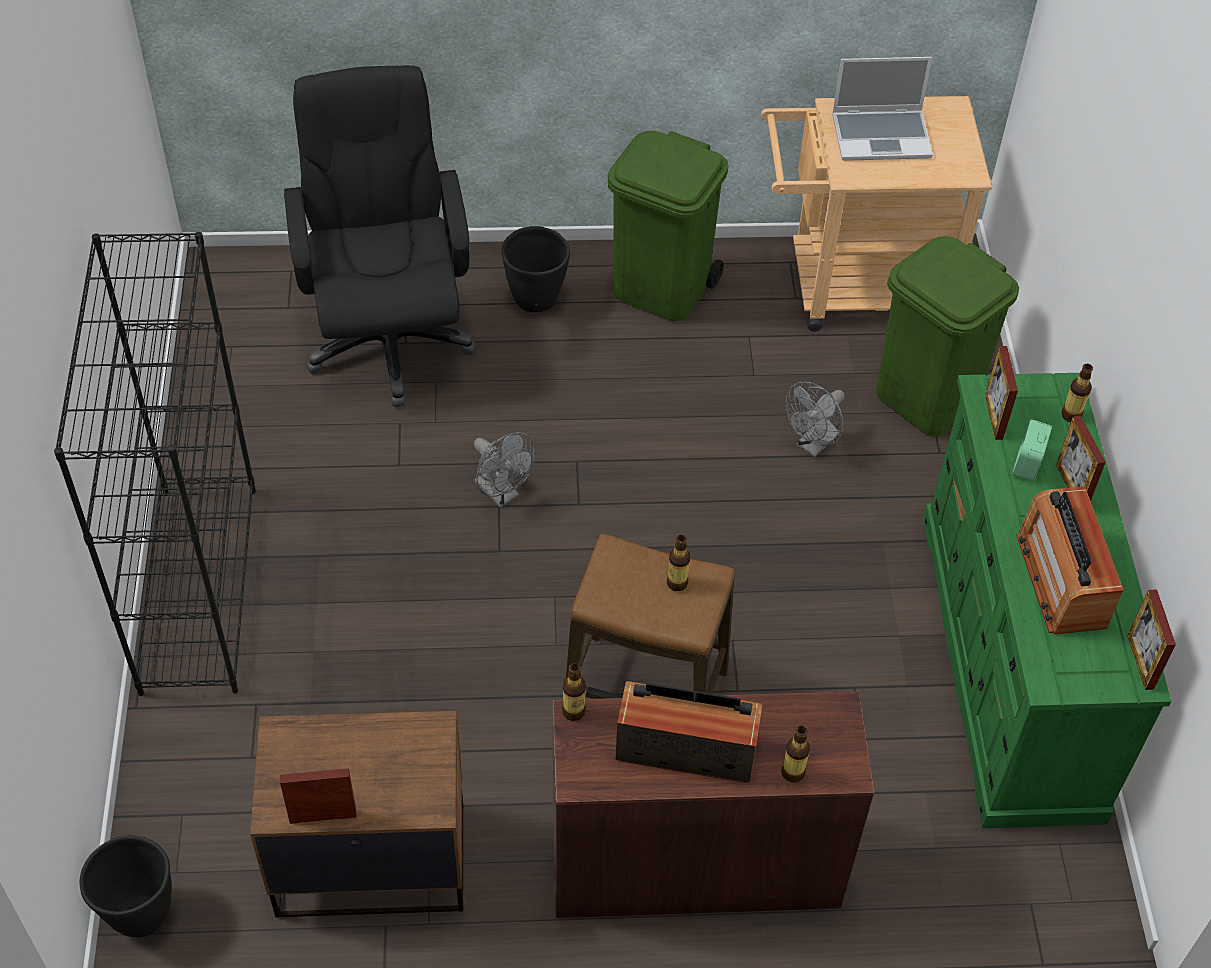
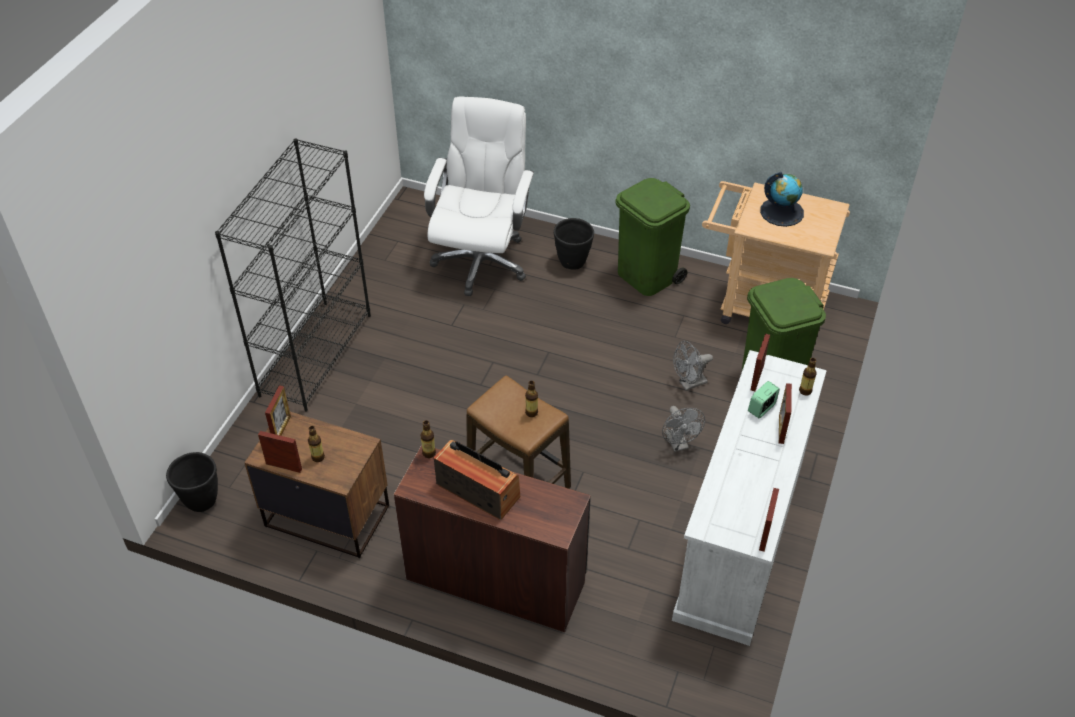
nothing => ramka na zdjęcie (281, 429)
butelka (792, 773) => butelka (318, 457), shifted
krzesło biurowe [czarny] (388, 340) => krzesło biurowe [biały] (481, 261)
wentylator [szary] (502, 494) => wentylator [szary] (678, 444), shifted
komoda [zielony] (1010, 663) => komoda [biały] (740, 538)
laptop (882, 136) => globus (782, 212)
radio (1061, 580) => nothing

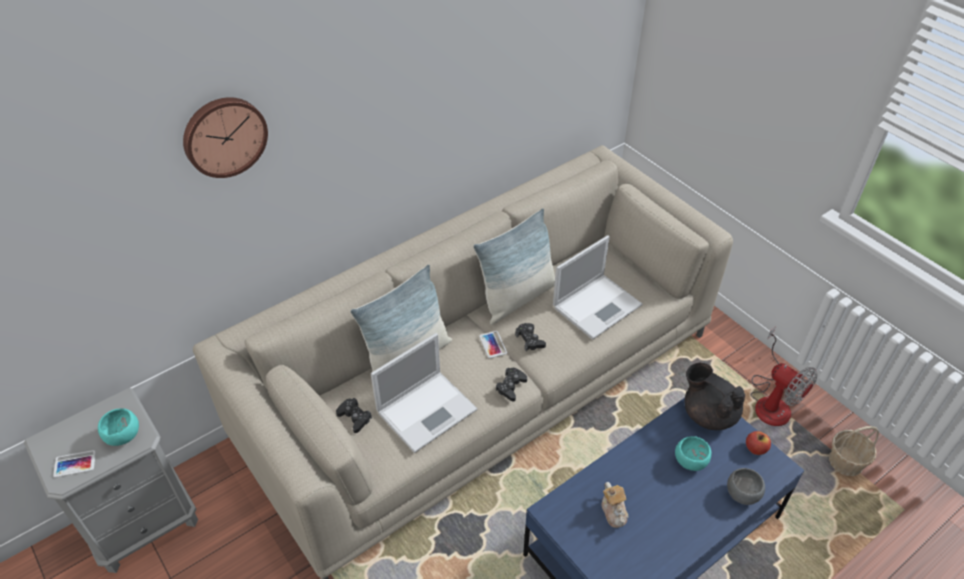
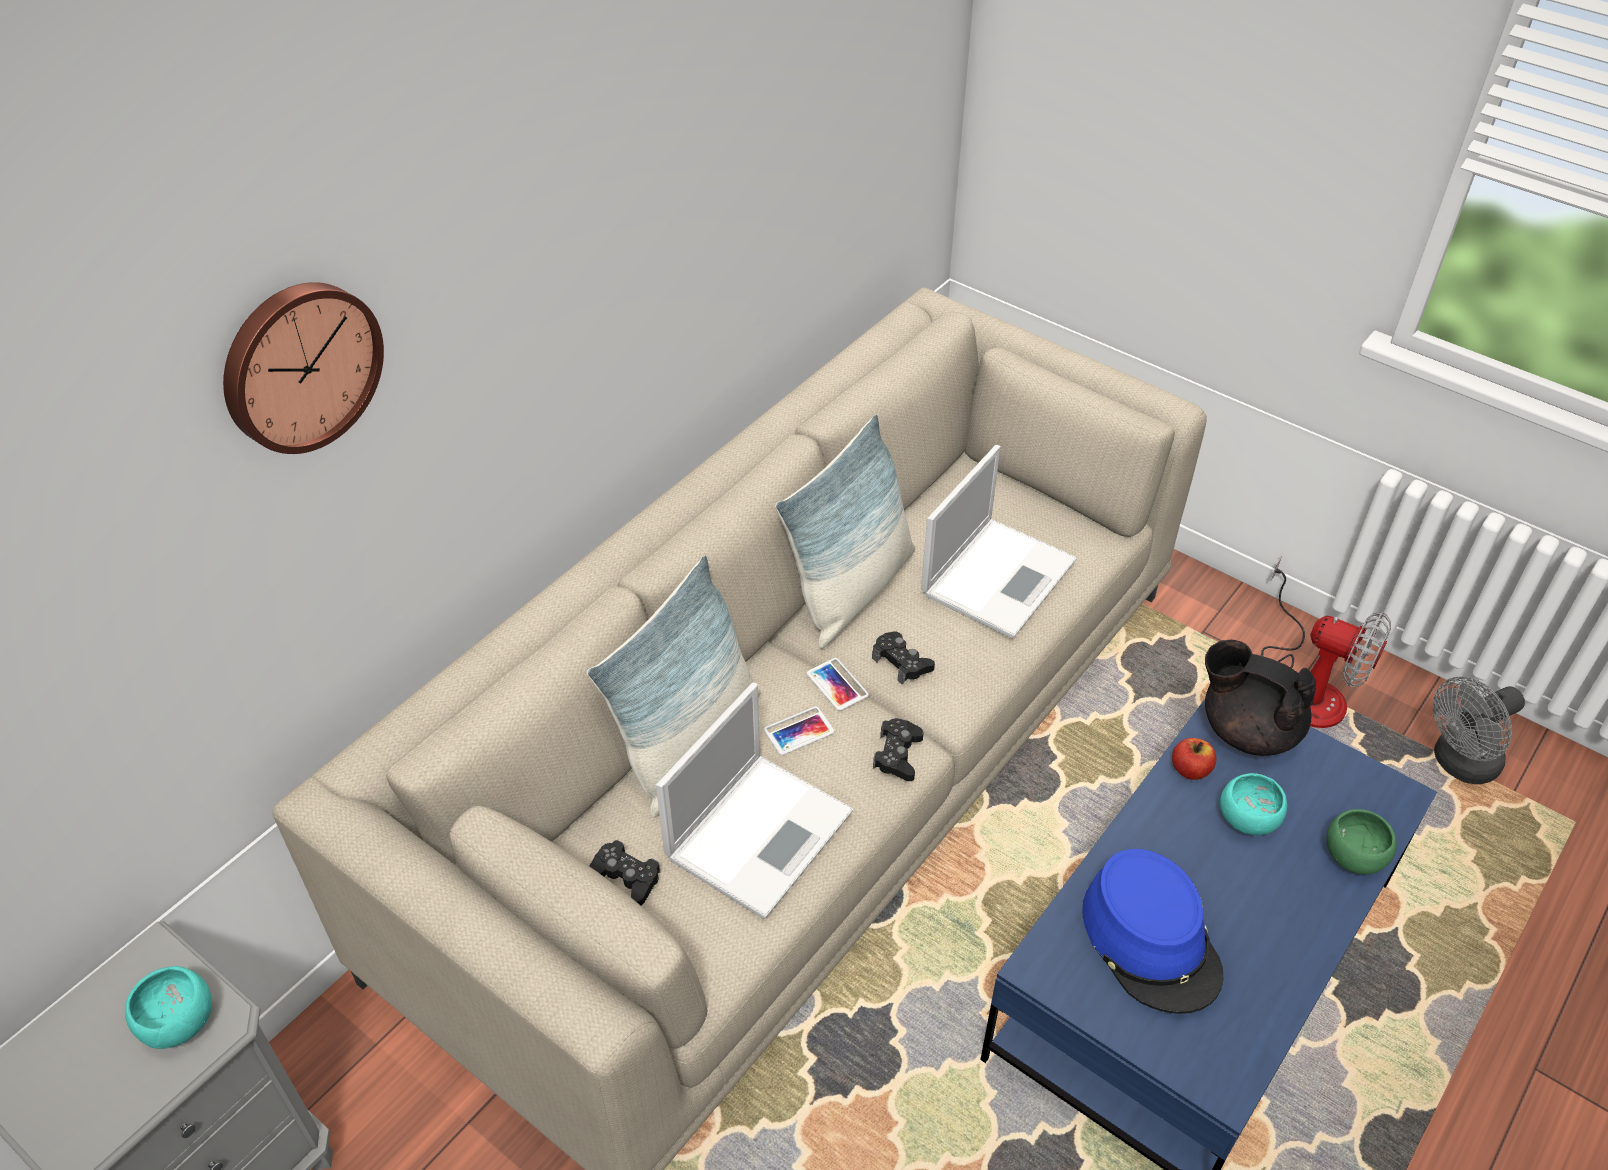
telefon (75, 464) => telefon (799, 731), shifted
imbryk (614, 511) => kapelusz [niebieski] (1151, 940)
jabłko (755, 448) => jabłko (1190, 770), shifted
miska [szary] (743, 493) => miska [zielony] (1354, 855)
koszyk (846, 462) => wentylator [szary] (1458, 764)

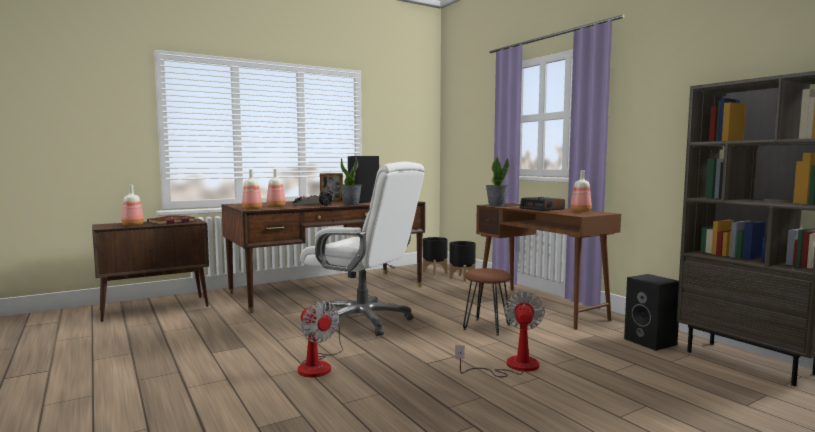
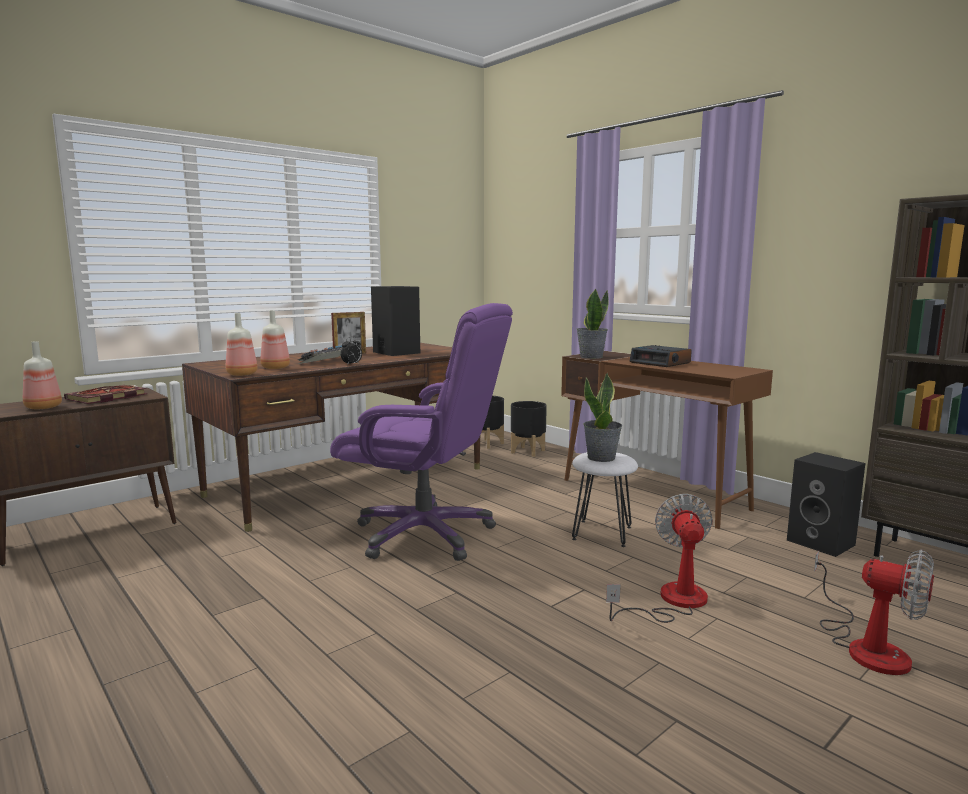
krzesło biurowe [biały] (363, 321) => krzesło biurowe [fioletowy] (425, 534)
stołek [brązowy] (486, 327) => stołek [biały] (601, 533)
roślina doniczkowa (351, 204) => roślina doniczkowa (601, 458), shifted
wentylator (319, 365) => wentylator (867, 646), shifted
butelka (580, 211) => nothing

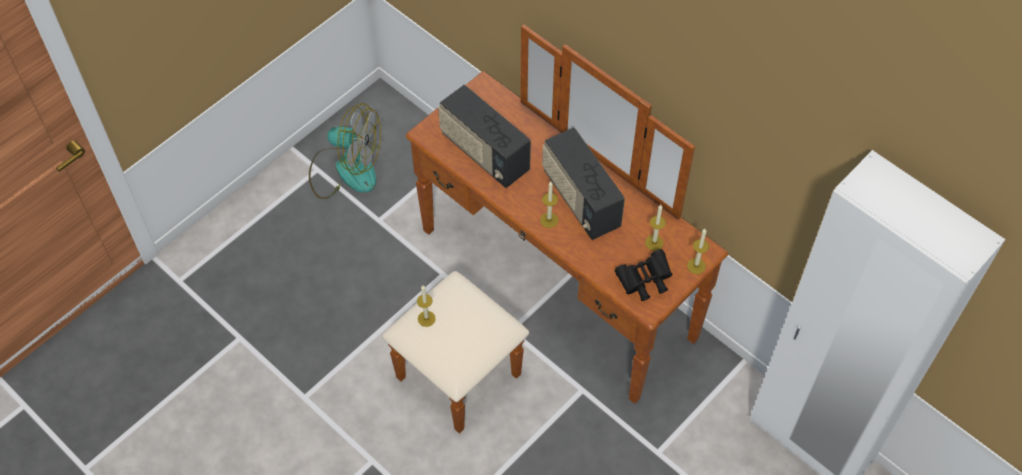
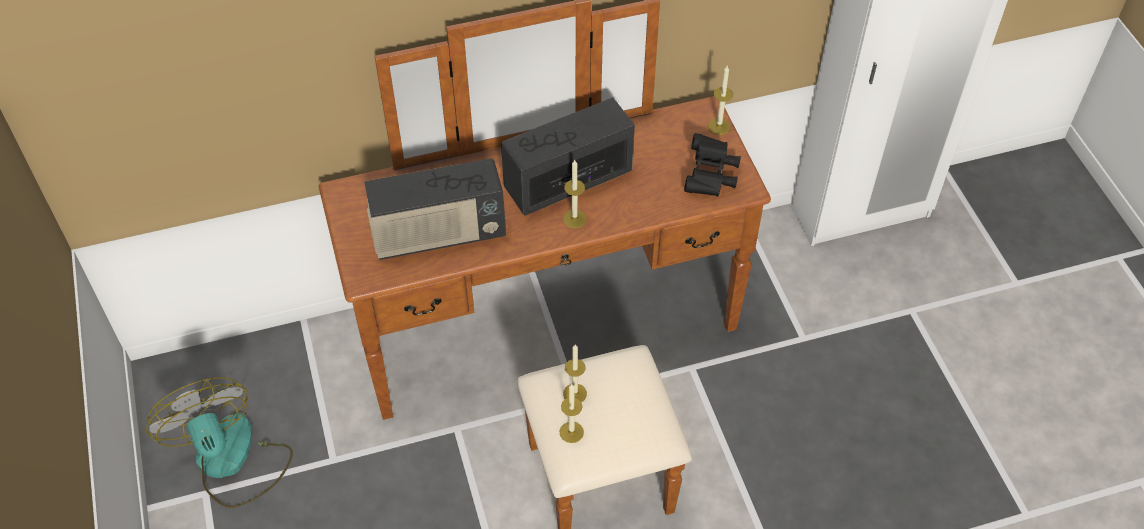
wentylator (345, 169) => wentylator (231, 461), 75 degrees counterclockwise
radio (580, 200) => radio (568, 180), 150 degrees clockwise
świeca (654, 242) => świeca (575, 393), shifted

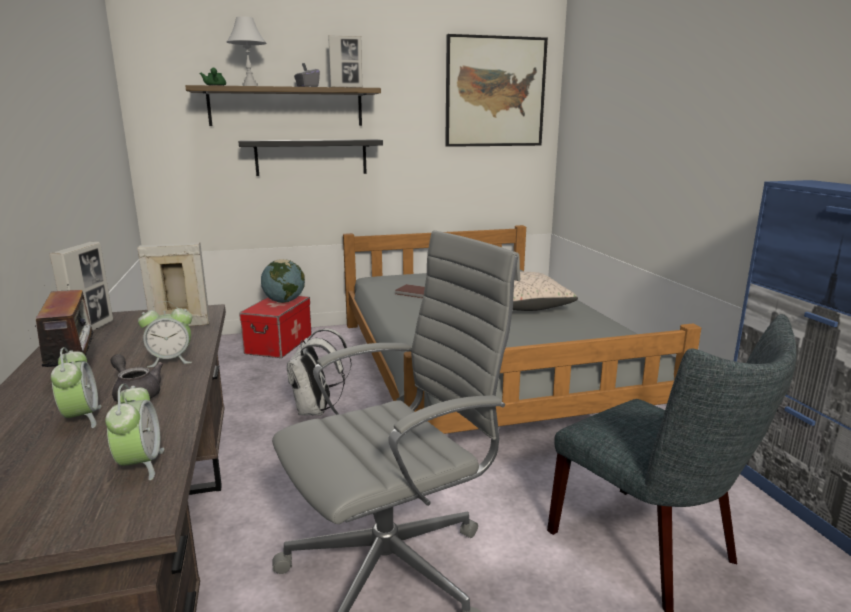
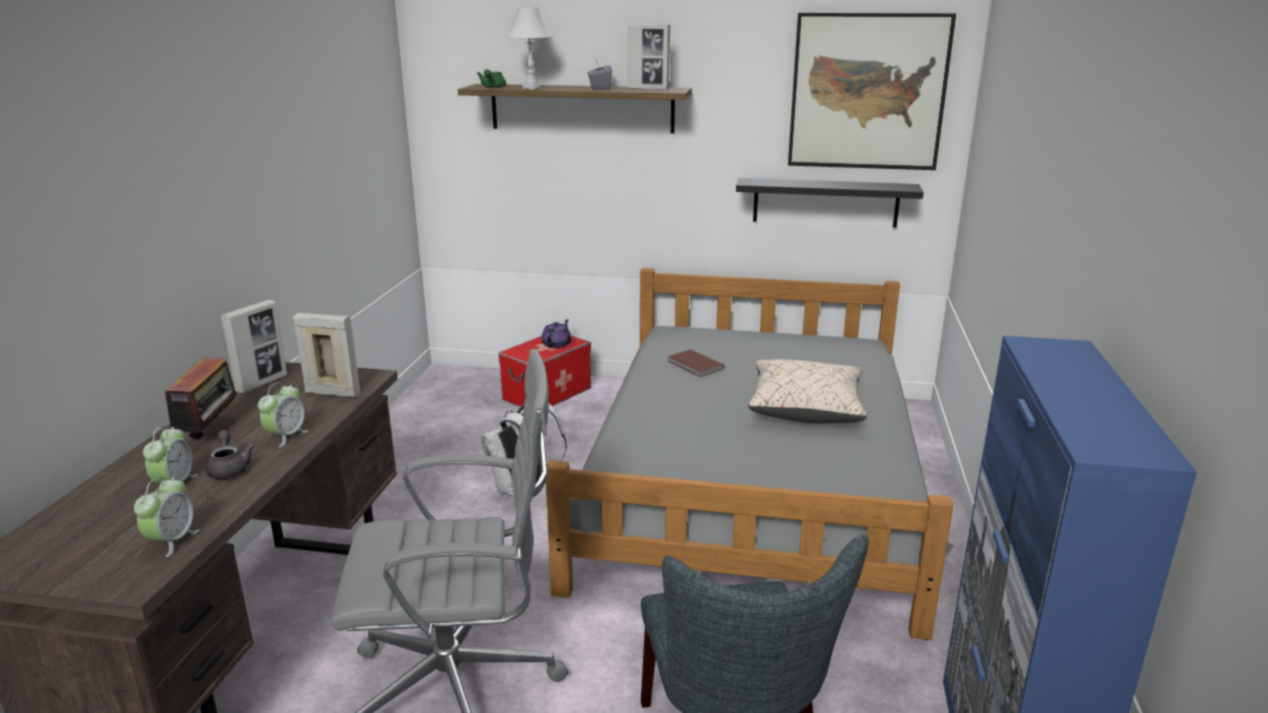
budzik (171, 360) => budzik (286, 436), 75 degrees counterclockwise
globus (284, 301) => imbryk [fioletowy] (557, 344)
półka [czarny] (311, 157) => półka [czarny] (825, 202), shifted

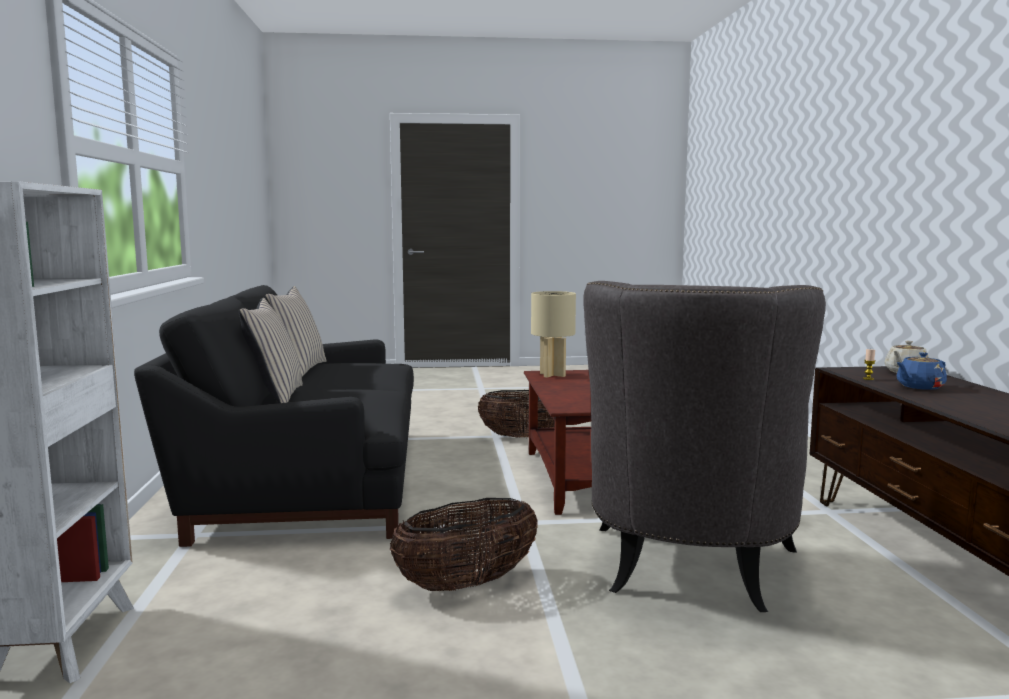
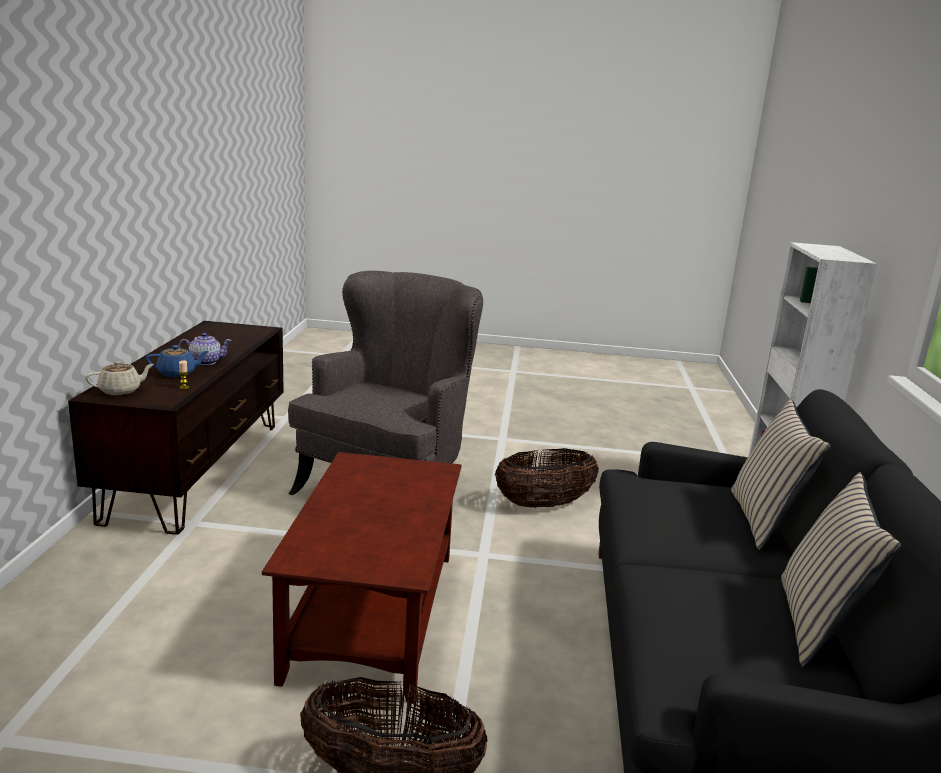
nothing => imbryk (205, 362)
lampa stołowa [beżowy] (552, 375) => nothing

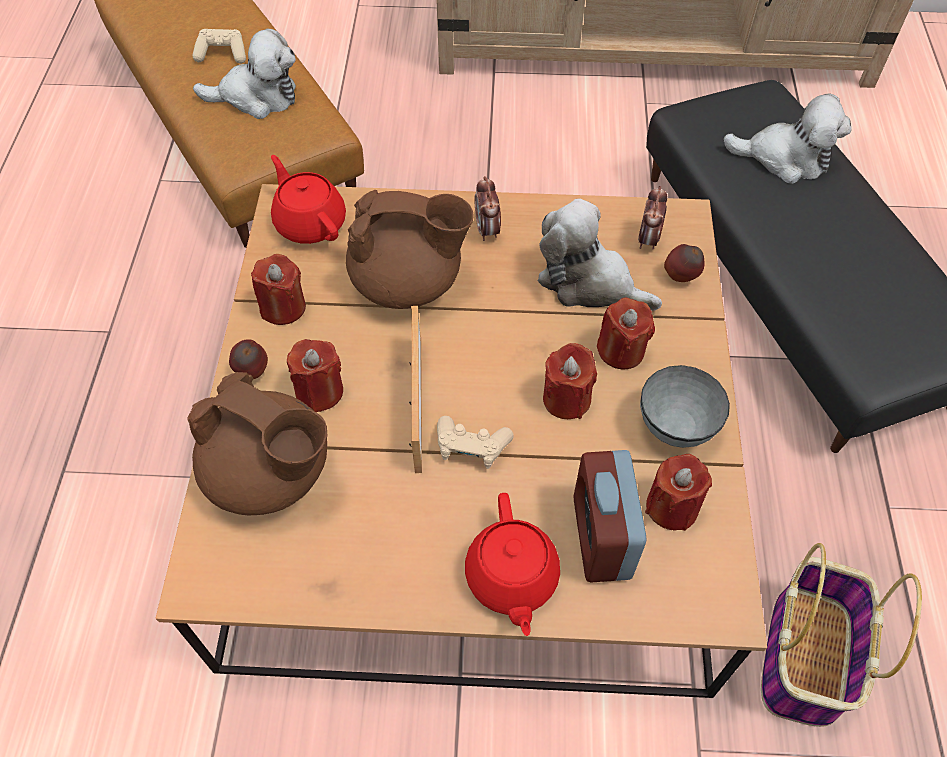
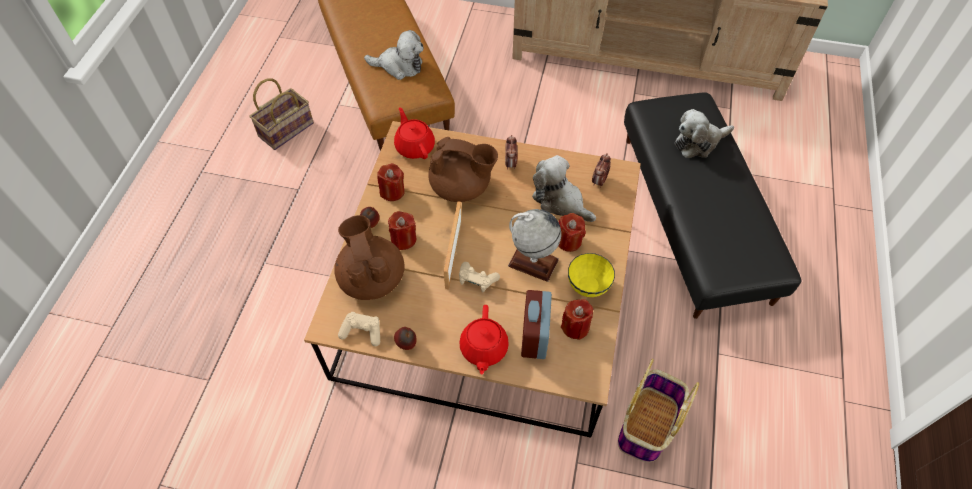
nothing => koszyk (286, 128)
imbryk [brązowy] (271, 474) => imbryk [brązowy] (371, 278), 150 degrees counterclockwise
pad do gier [beżowy] (222, 54) => pad do gier [beżowy] (362, 332), shifted
jabłko (680, 277) => jabłko (407, 345), shifted
świeca [czerwony] (566, 399) => globus (533, 262)
miska [szary] (675, 428) => miska [żółty] (588, 286)
pluszak (785, 158) => pluszak (698, 142), 135 degrees clockwise

